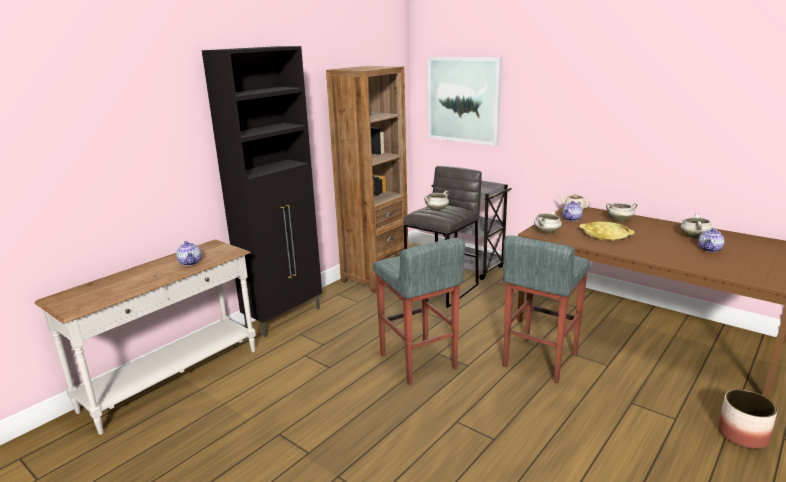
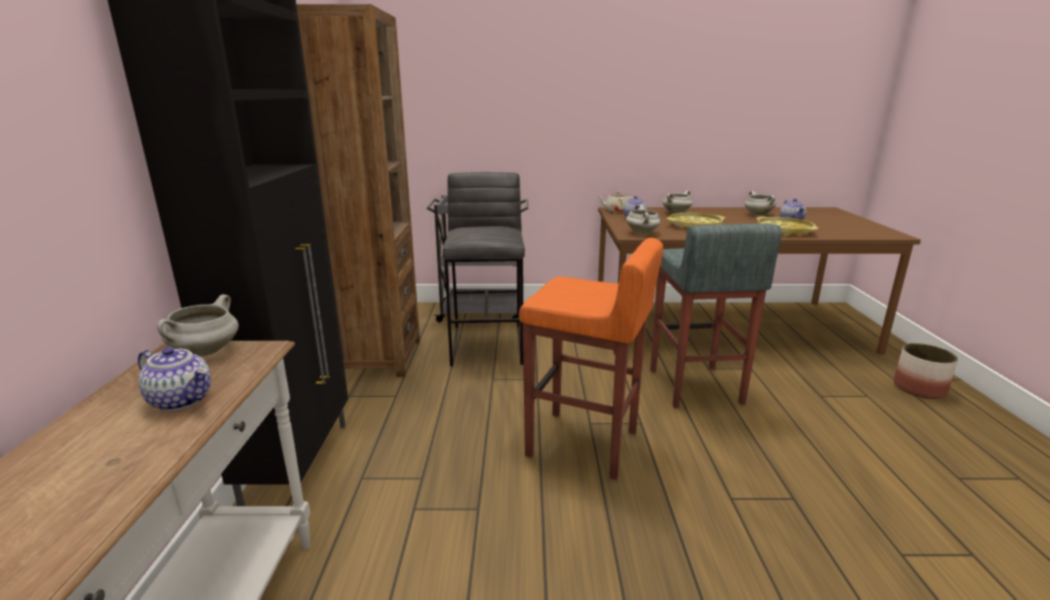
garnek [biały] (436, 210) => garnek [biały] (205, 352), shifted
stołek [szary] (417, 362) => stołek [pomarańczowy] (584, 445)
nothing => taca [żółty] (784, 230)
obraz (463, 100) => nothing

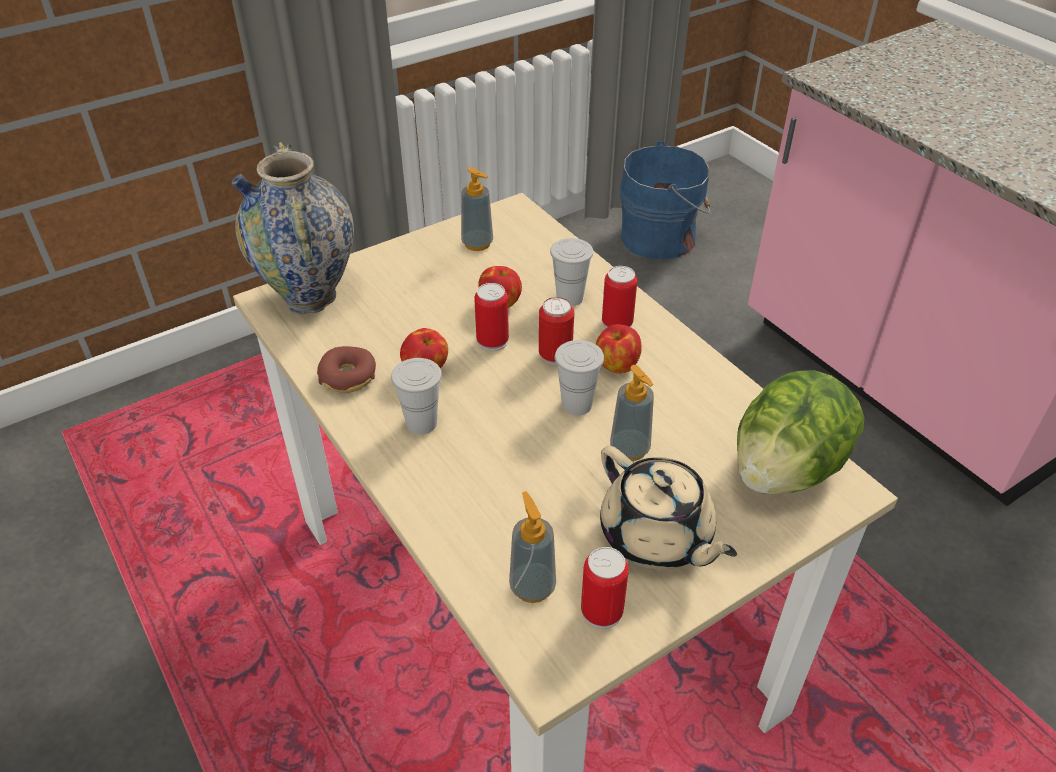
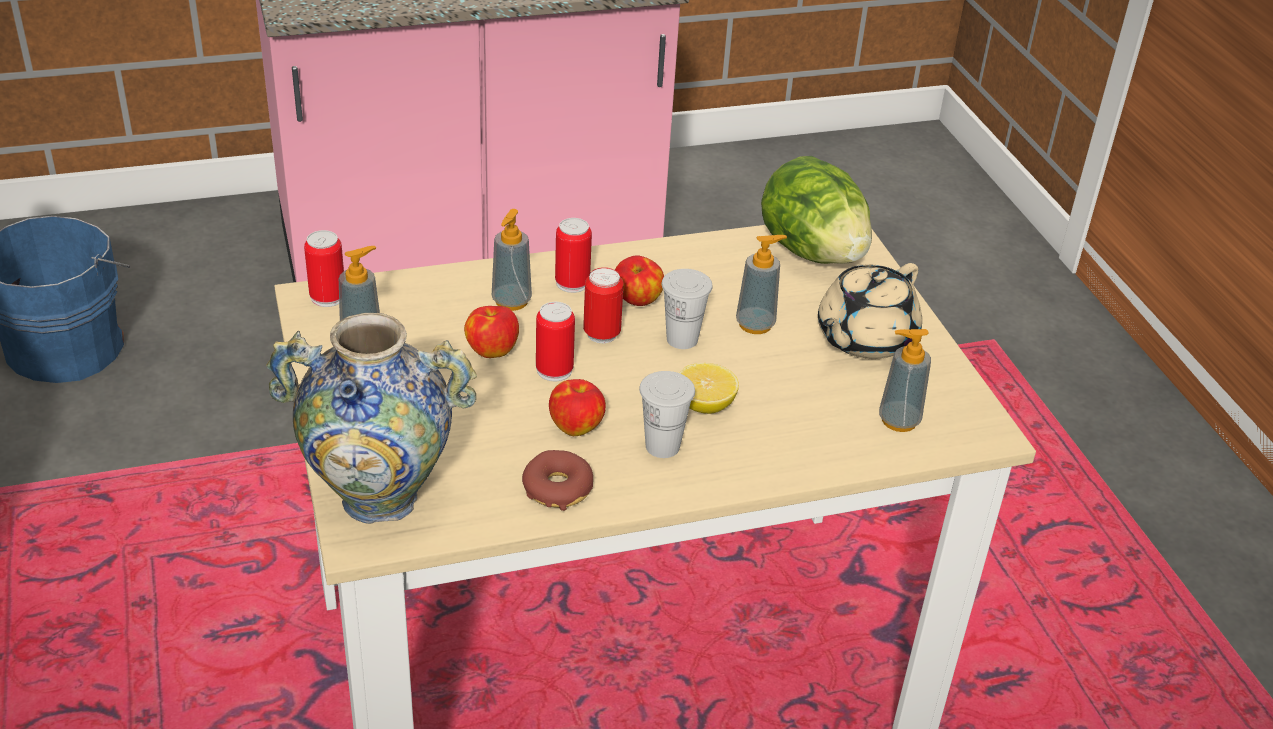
puszka (601, 611) => puszka (327, 297), shifted
filiżanka [biały] (569, 298) => dozownik mydła (511, 301)
nothing => cytryna (704, 405)
imbryk [beżowy] (657, 536) => imbryk [beżowy] (864, 339), 150 degrees clockwise

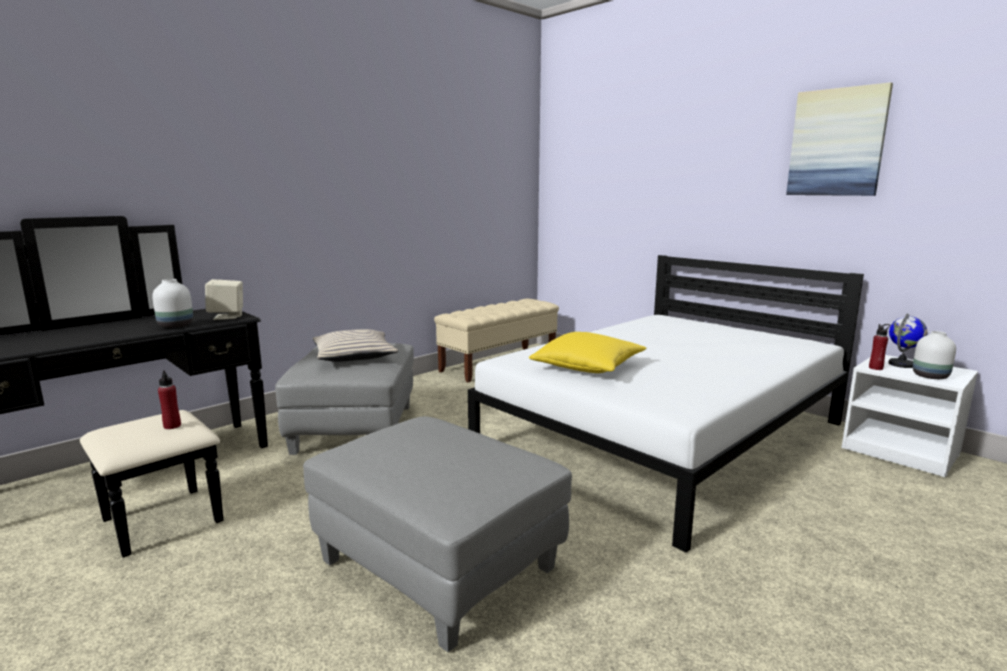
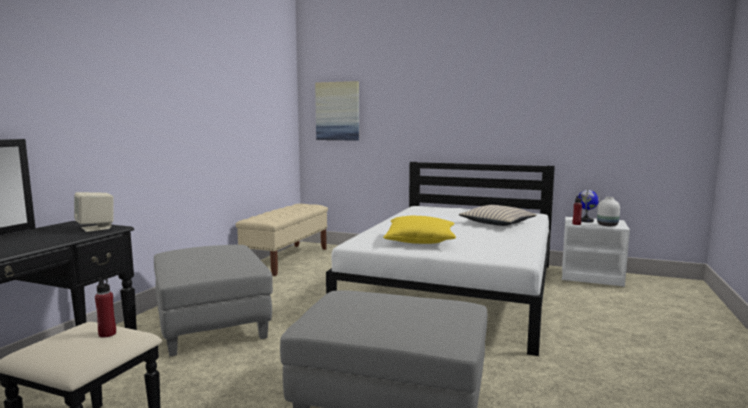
obraz (837, 143) => obraz (337, 111), shifted
poduszka [beżowy] (354, 355) => poduszka [beżowy] (497, 223), shifted
wazon [biały] (177, 326) => nothing

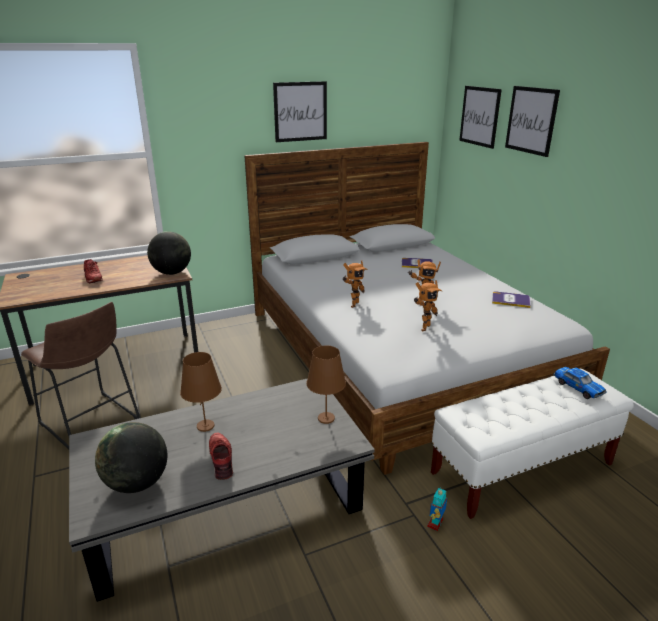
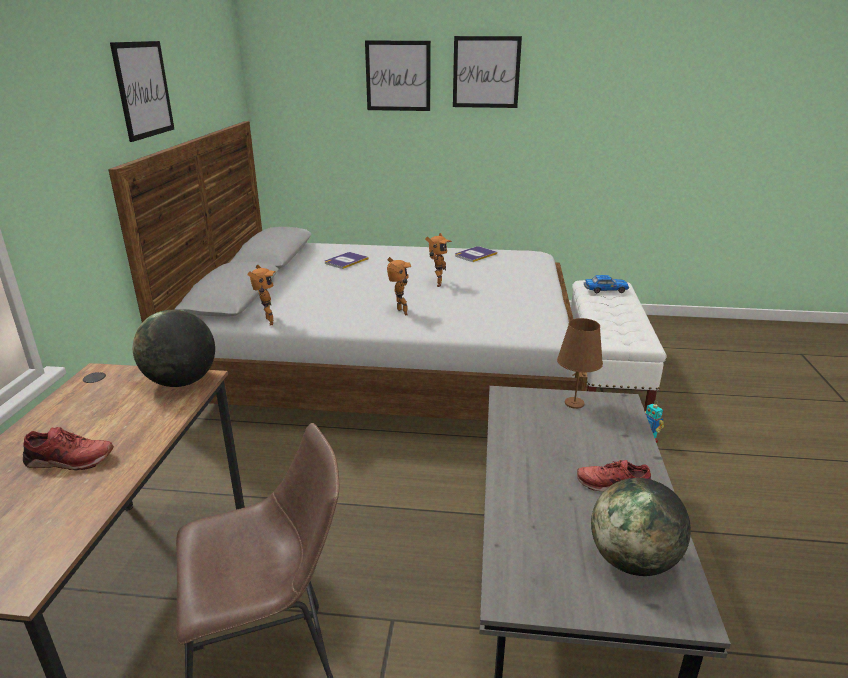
robot zabawkowy (423, 327) => robot zabawkowy (267, 322), shifted
obraz (479, 116) => obraz (486, 72), shifted
lampa stołowa [brązowy] (205, 426) => nothing

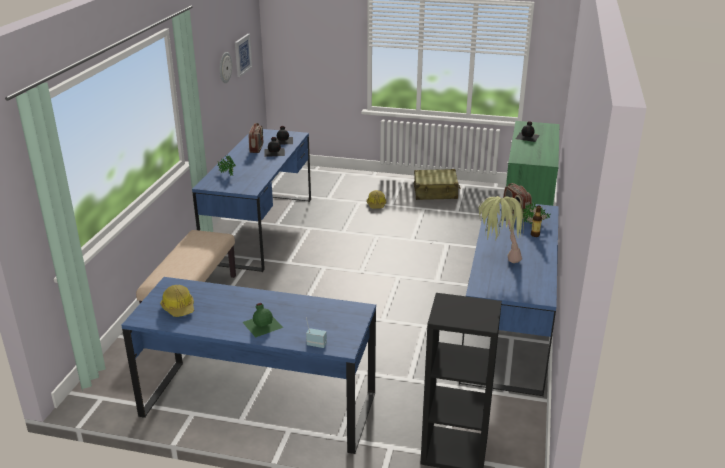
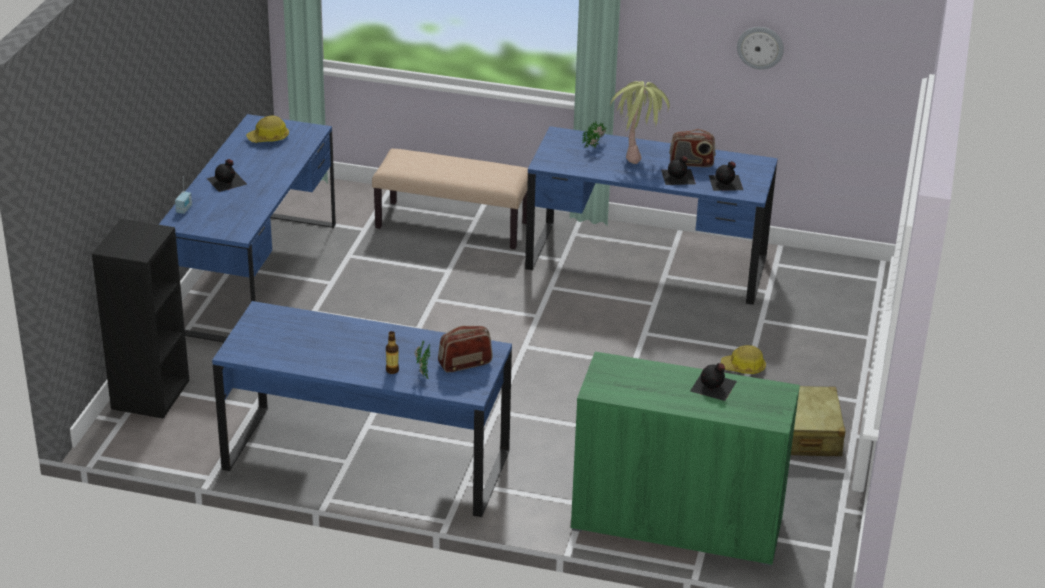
butelka [zielony] (262, 324) => butelka [czarny] (227, 181)
roślina doniczkowa (497, 259) => roślina doniczkowa (637, 153), shifted
obraz (242, 55) => nothing

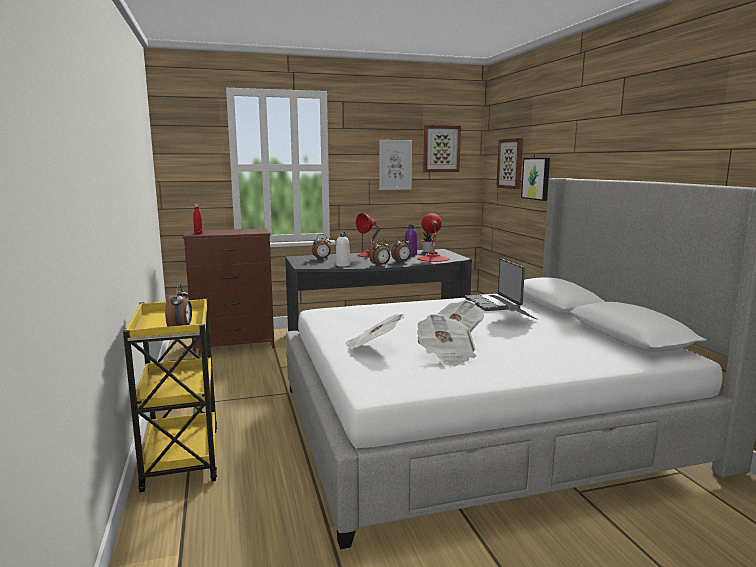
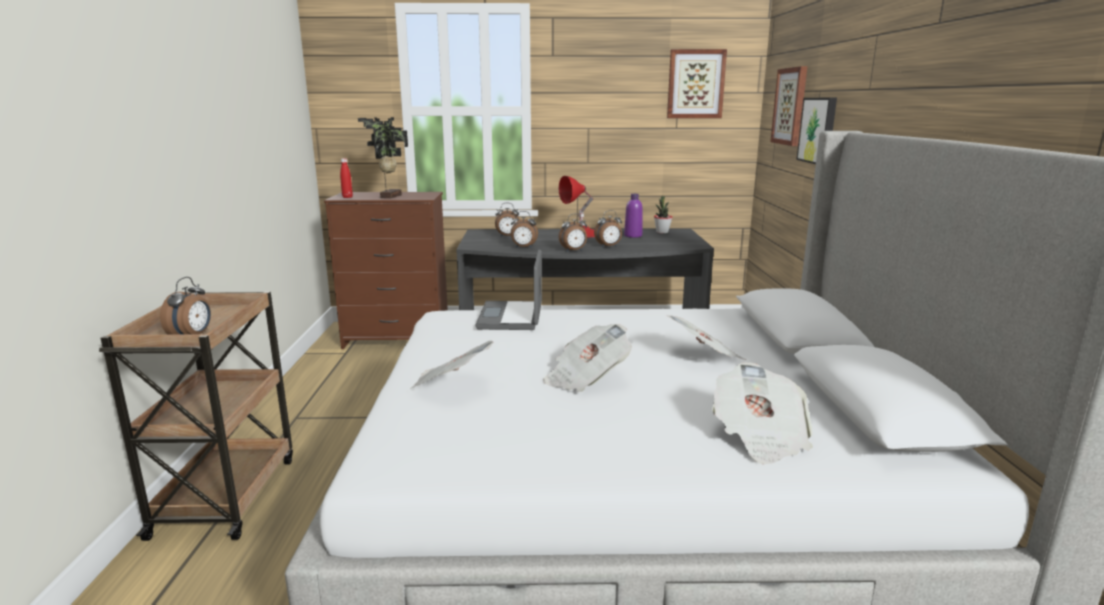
wózek [żółty] (182, 456) => wózek [brązowy] (227, 494)
nothing => roślina doniczkowa (389, 196)
laptop (493, 303) => laptop (512, 317), shifted
butelka [biały] (343, 265) => budzik (523, 247)
gazeta (445, 356) => gazeta (759, 437), shifted
obraz (395, 165) => nothing
lampa stołowa [czerwony] (433, 258) => nothing

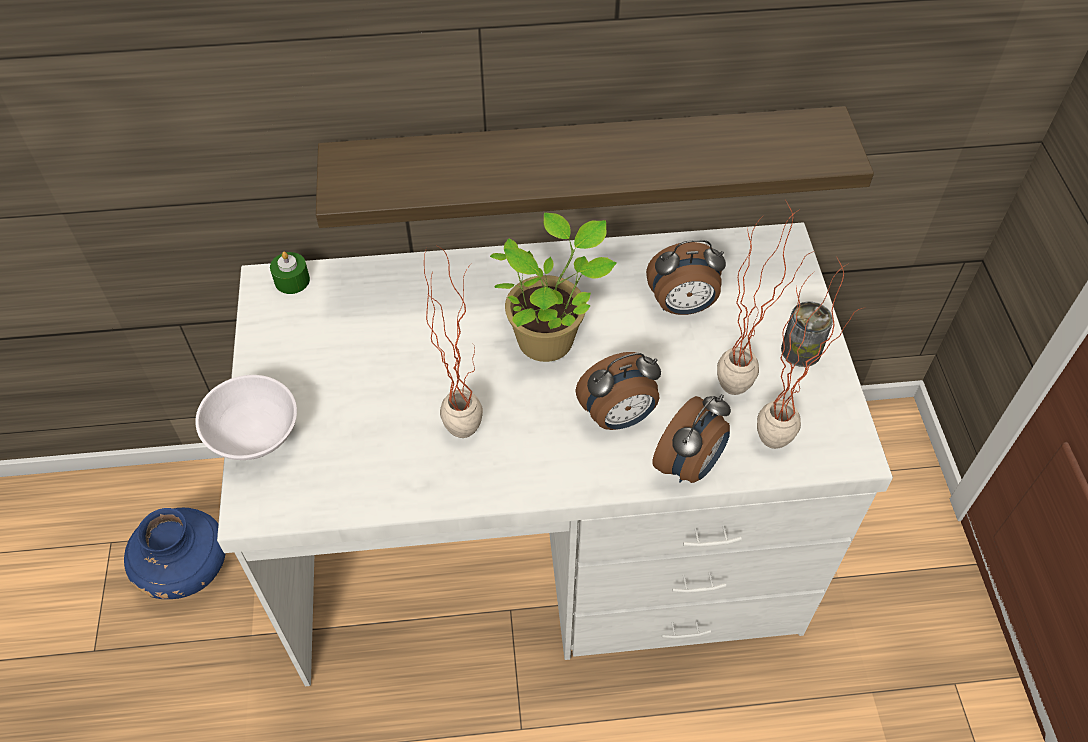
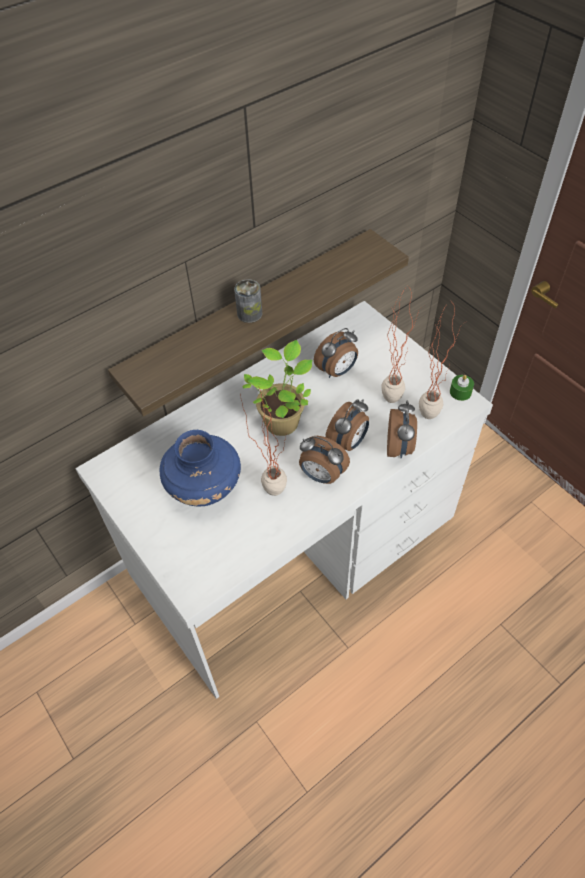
wazon [niebieski] (187, 569) => wazon [niebieski] (204, 486), shifted
puszka (801, 350) => puszka (249, 313), shifted
nothing => budzik (321, 475)
świeca [zielony] (292, 280) => świeca [zielony] (460, 392), shifted
miska [biały] (257, 437) => nothing

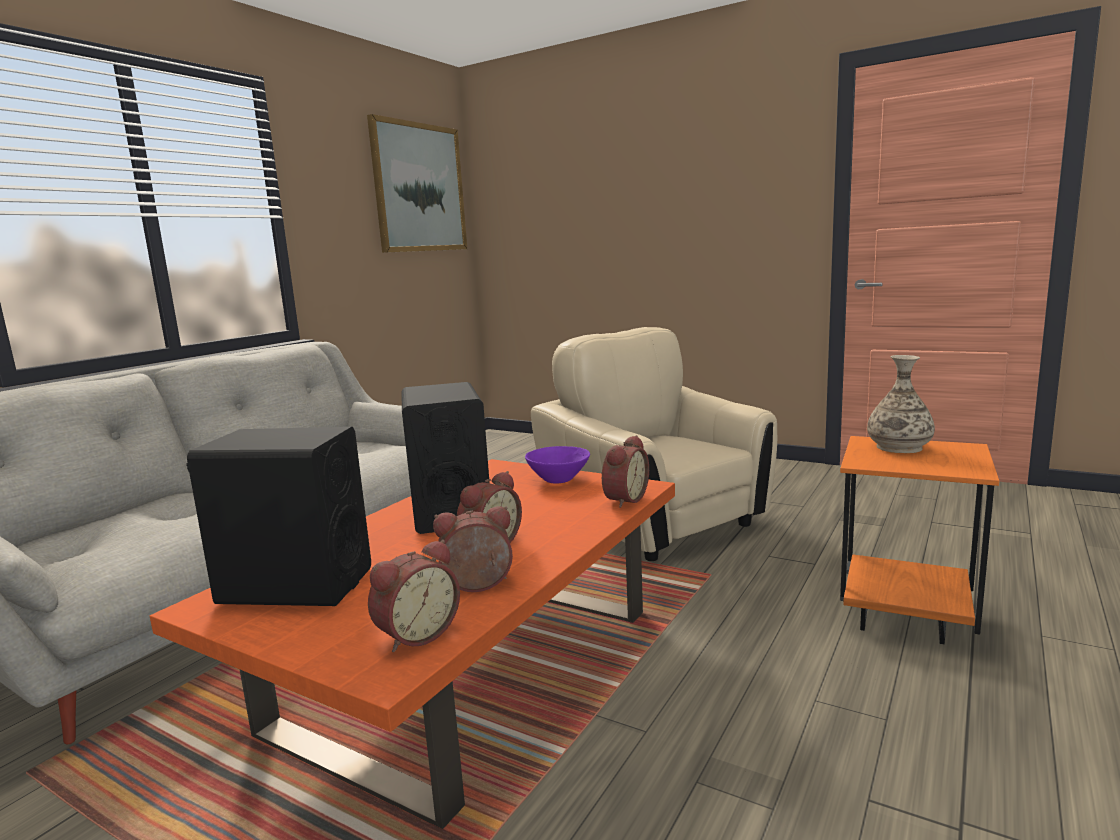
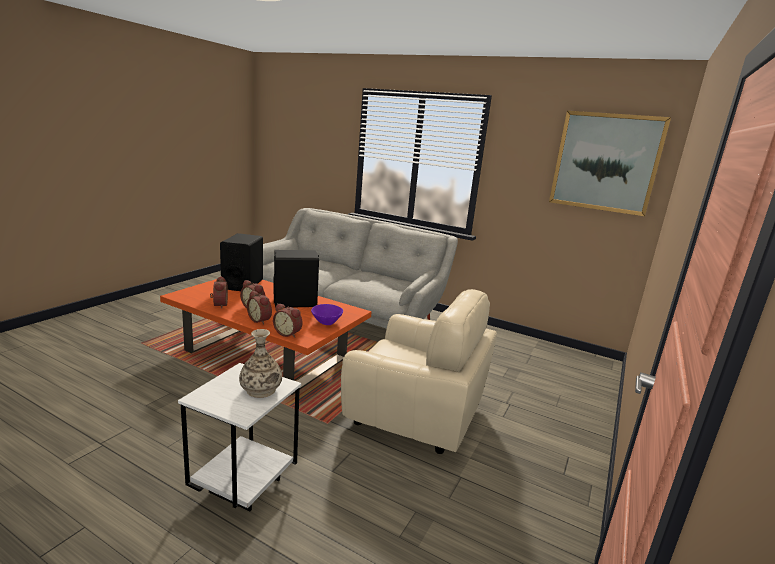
stolik [pomarańczowy] (903, 619) => stolik [biały] (243, 486)
budzik (416, 634) => budzik (260, 320), shifted
fotel [beżowy] (654, 521) => fotel [beżowy] (416, 415), 60 degrees clockwise

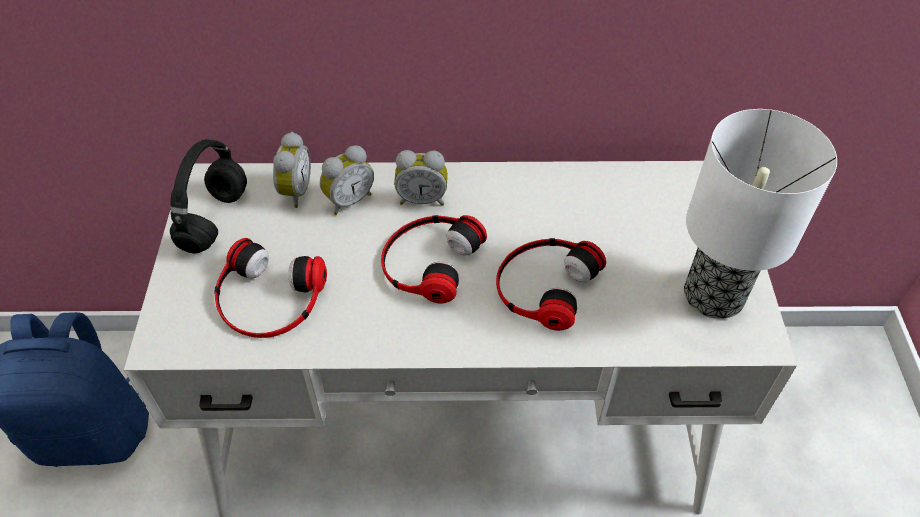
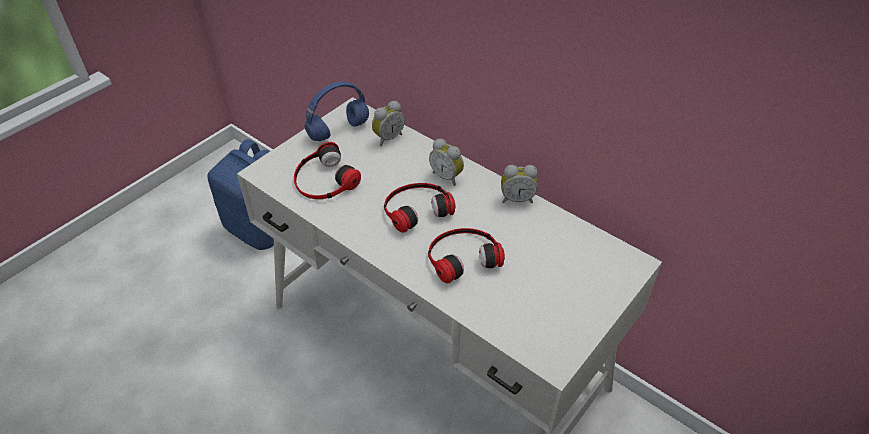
słuchawki [czarny] (215, 221) => słuchawki [niebieski] (338, 131)
budzik (348, 200) => budzik (517, 199), shifted
lampa stołowa (712, 294) => nothing

